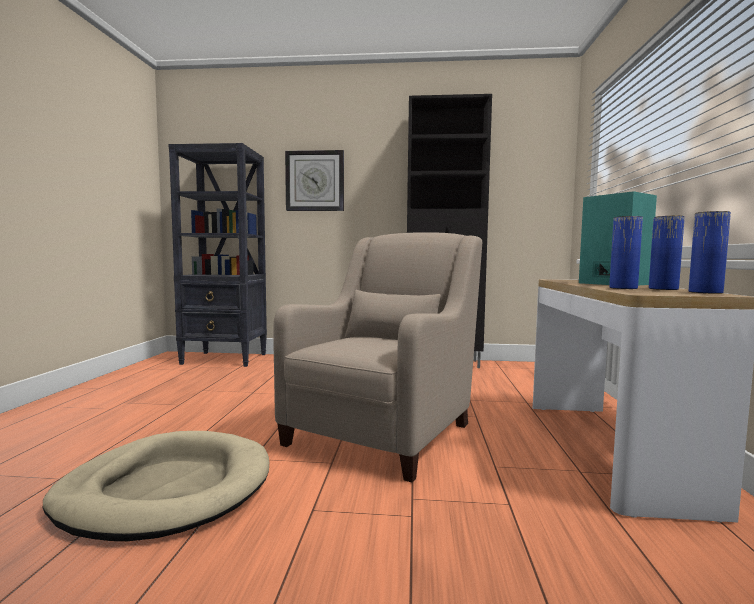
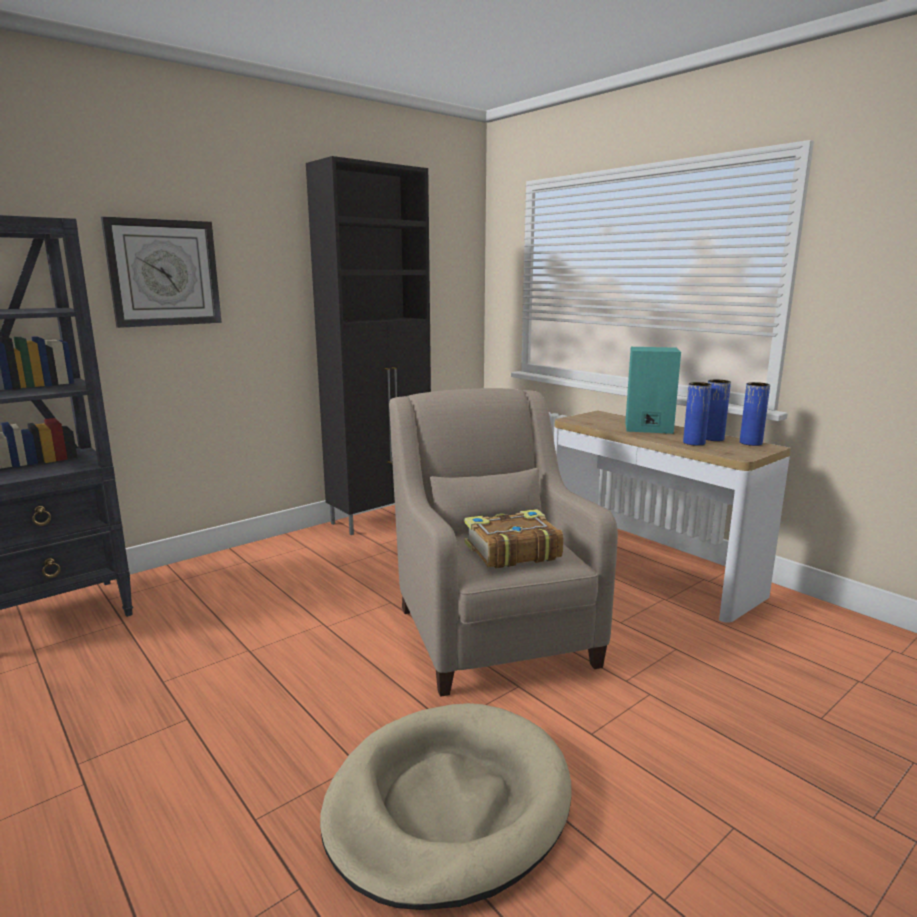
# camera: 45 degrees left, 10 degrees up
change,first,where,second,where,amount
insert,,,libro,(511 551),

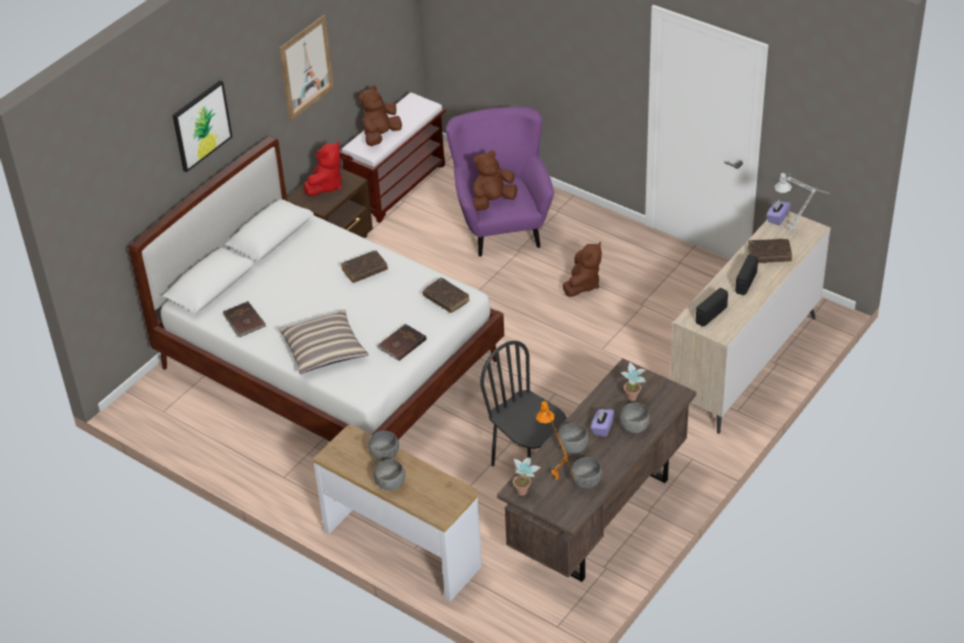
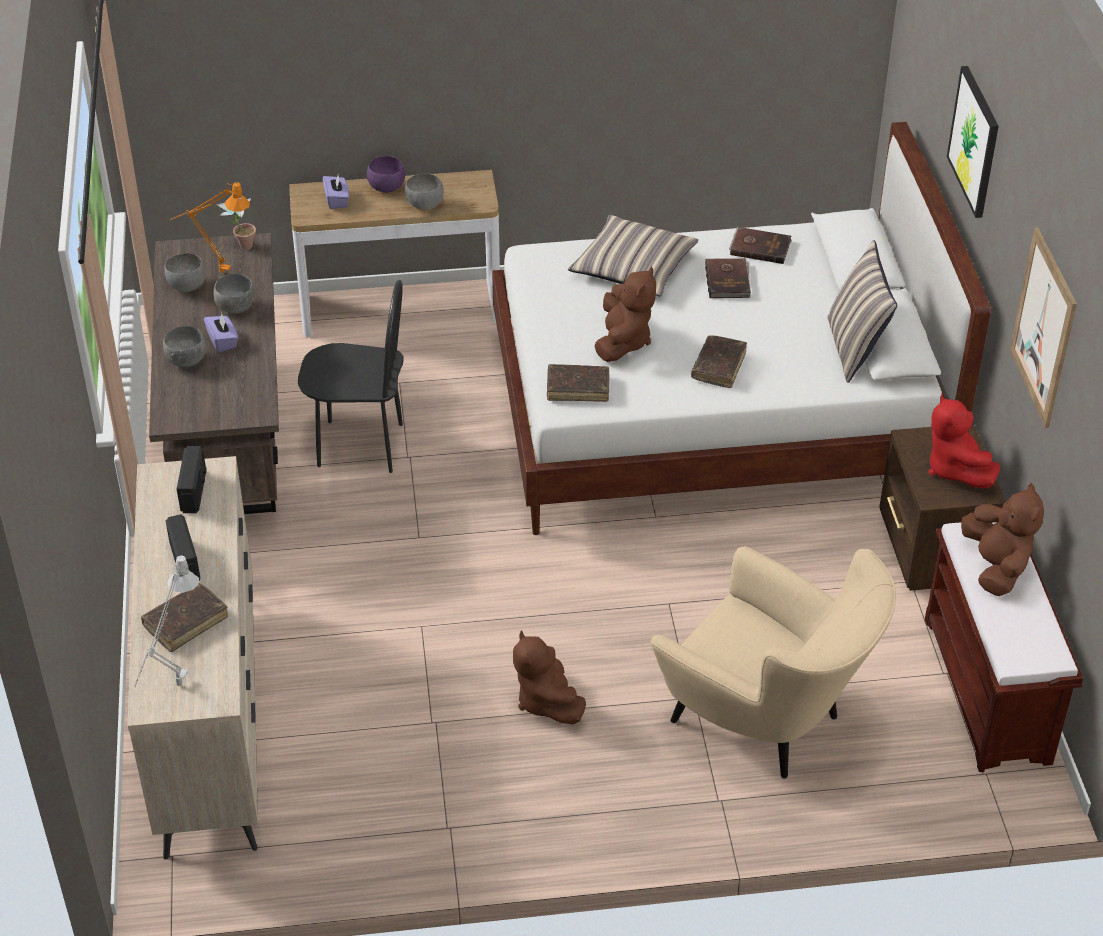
# camera: 135 degrees right, 0 degrees up
change,first,where,second,where,amount
recolor,cuenco (gris),(390 485),cuenco (morado),(386 187),
move,libro (marrón),(401 344),,(728 280),
recolor,sillón (morado),(501 225),sillón (beis),(767 723),
move,peluche (marrón),(493 201),,(623 342),
delete,planta en maceta,(633 400),,,
move,caja de pañuelos (morado),(777 218),,(337 200),
insert,,,cojín,(855 349),

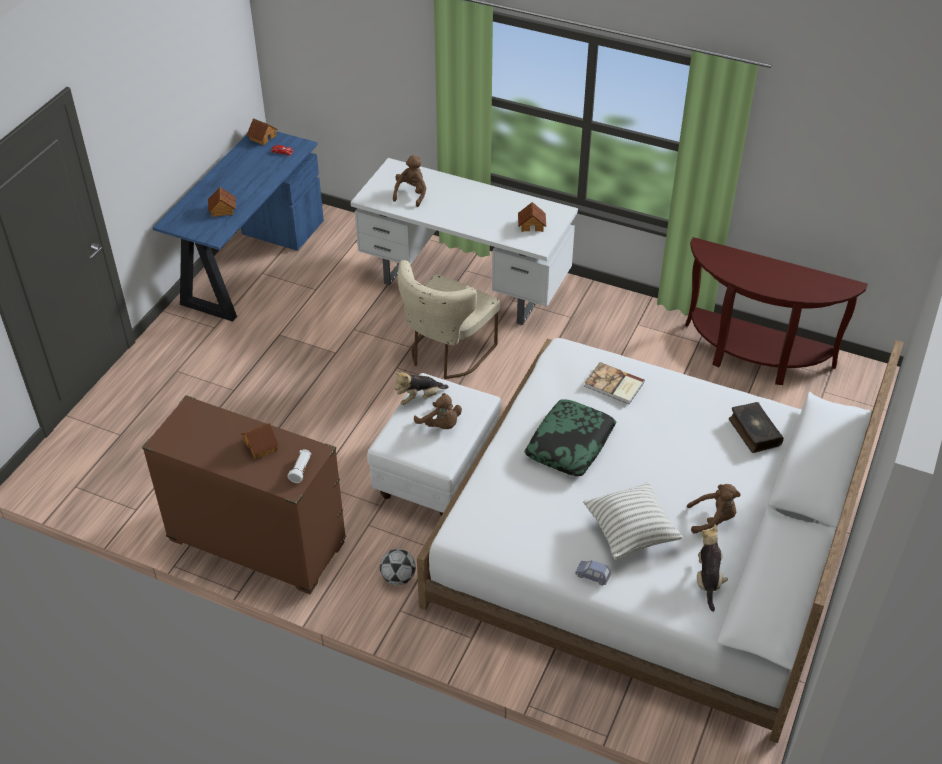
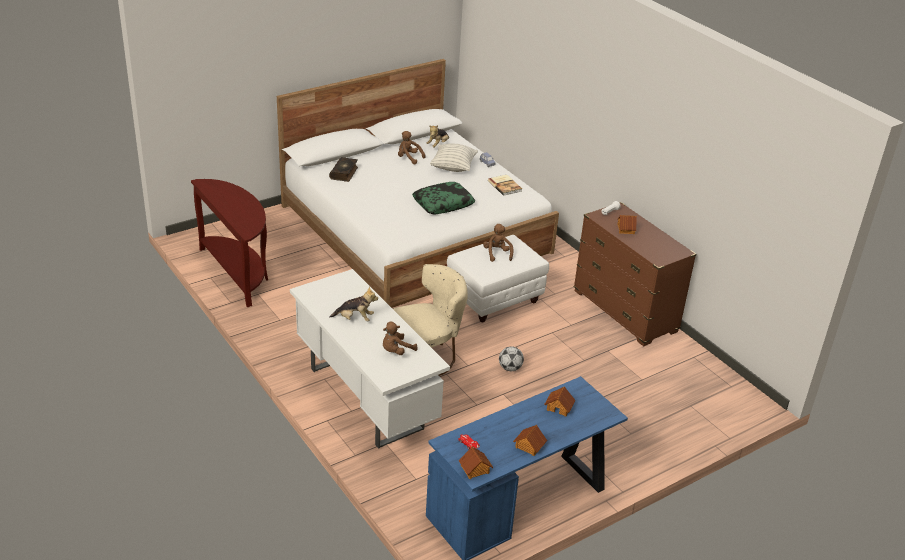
# camera: 150 degrees left, 10 degrees down
change,first,where,second,where,amount
move,balón de fútbol,(398 577),,(510 368),
move,peluche,(419 398),,(355 319),
move,casita,(532 225),,(529 446),
move,libro,(614 385),,(505 186),

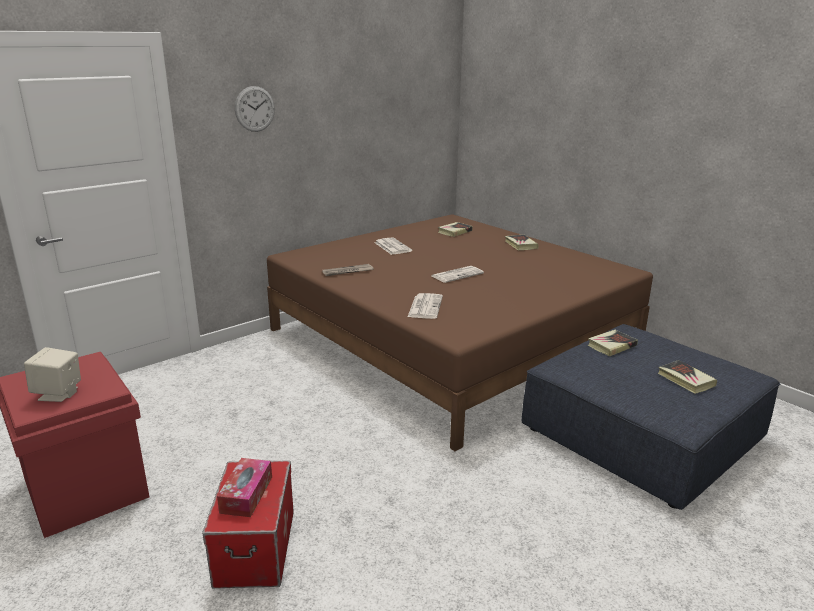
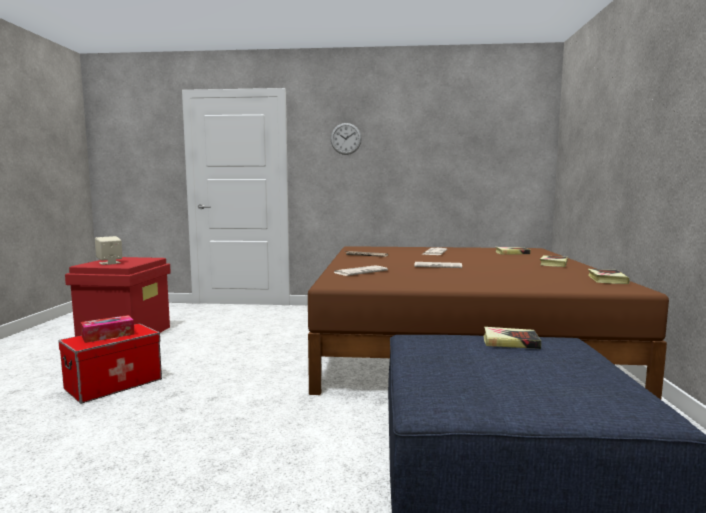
# camera: 45 degrees right, 15 degrees down
change,first,where,second,where,amount
move,libro,(685 380),,(606 279),

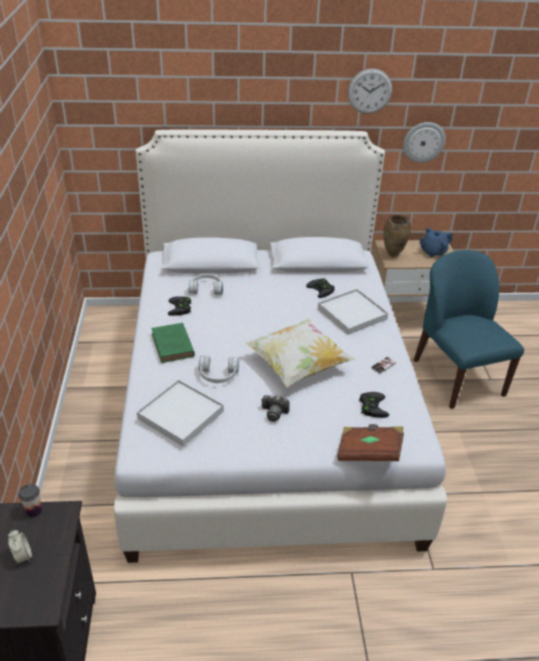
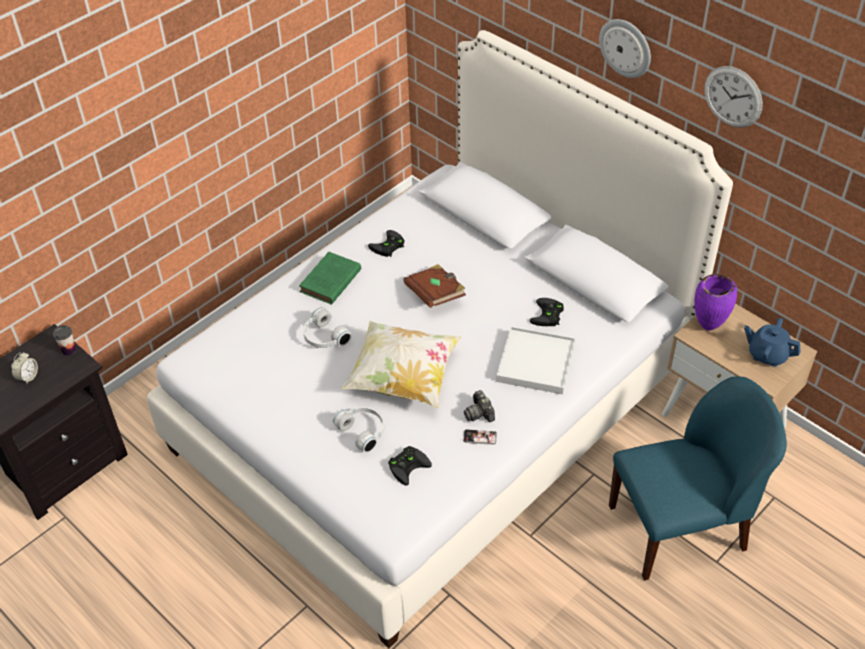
# camera: 50 degrees right, 10 degrees up
change,first,where,second,where,amount
delete,bandeja (blanco),(180 415),,,
move,auriculares (blanco),(206 289),,(363 431),
move,cámara,(274 413),,(479 413),
move,libro (marrón),(369 452),,(435 295),
recolor,florero (marrón),(393 255),florero (morado),(708 327),
move,reloj de pared,(423 142),,(626 47),
rotate,silla (azul),(456 376),,(679 527),45 degrees clockwise

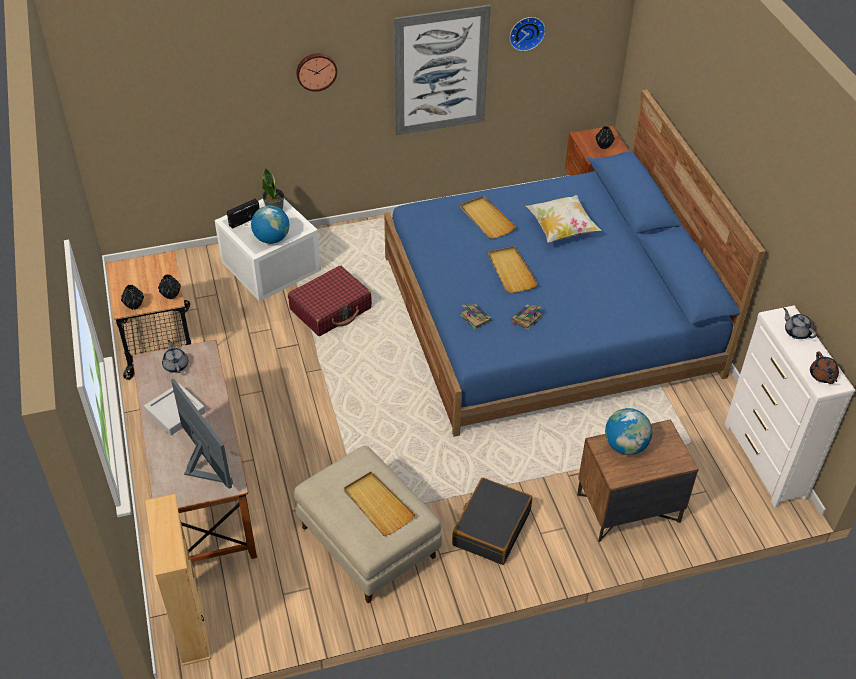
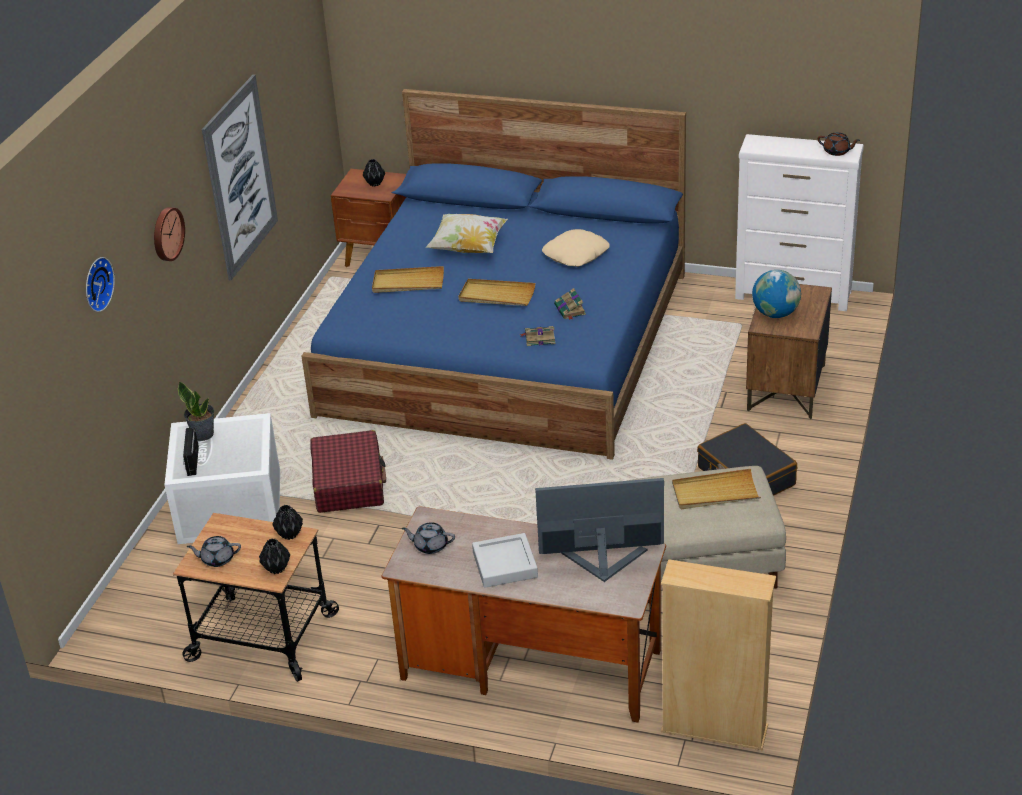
# camera: 55 degrees left, 10 degrees down
change,first,where,second,where,amount
delete,globo terráqueo,(272 238),,,
move,reloj de pared,(526 32),,(96 284),
move,tetera (gris),(796 332),,(217 559),
insert,,,cojín (beis),(576 254),

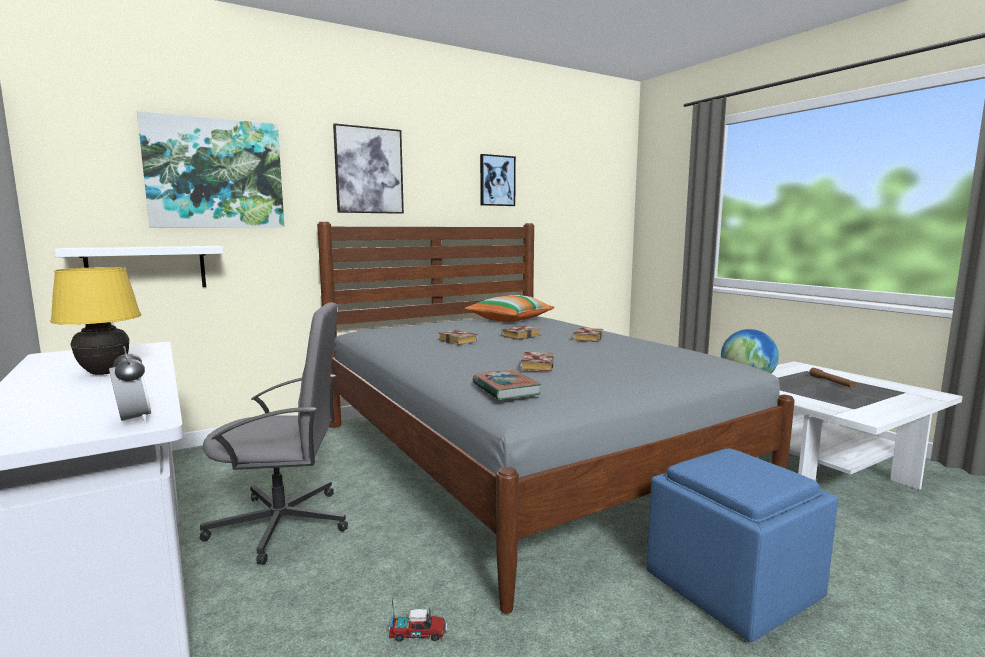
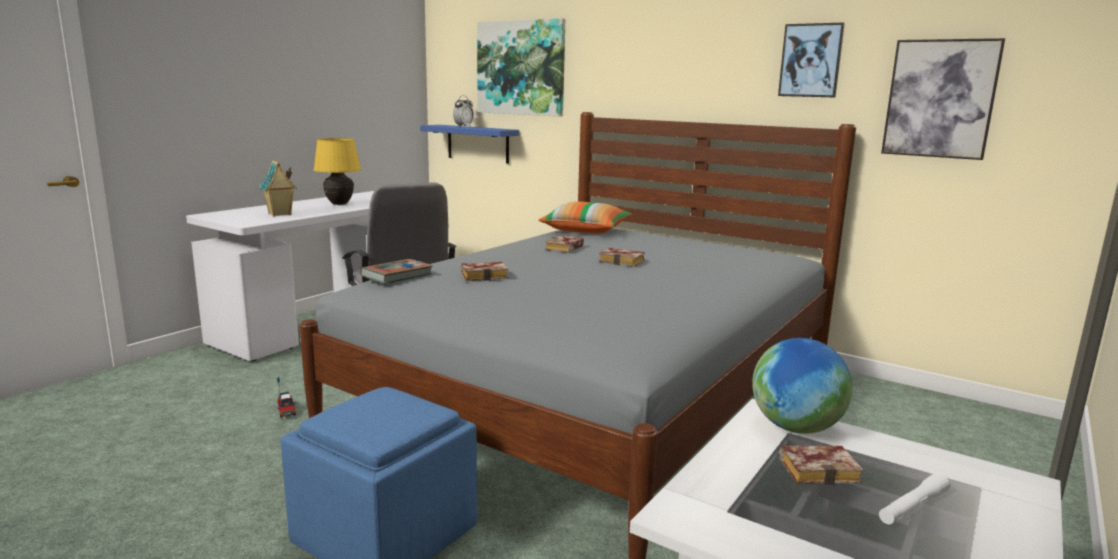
# camera: 65 degrees right, 5 degrees up
change,first,where,second,where,amount
recolor,estante (blanco),(147 268),estante (azul),(478 143),
move,despertador,(133 420),,(463 127),
move,cuadro,(369 170),,(940 99),
move,cojín,(509 320),,(585 231),
move,libro,(587 338),,(820 470),
recolor,linterna (marrón),(831 382),linterna (blanco),(912 507),
insert,,,casita,(280 214),

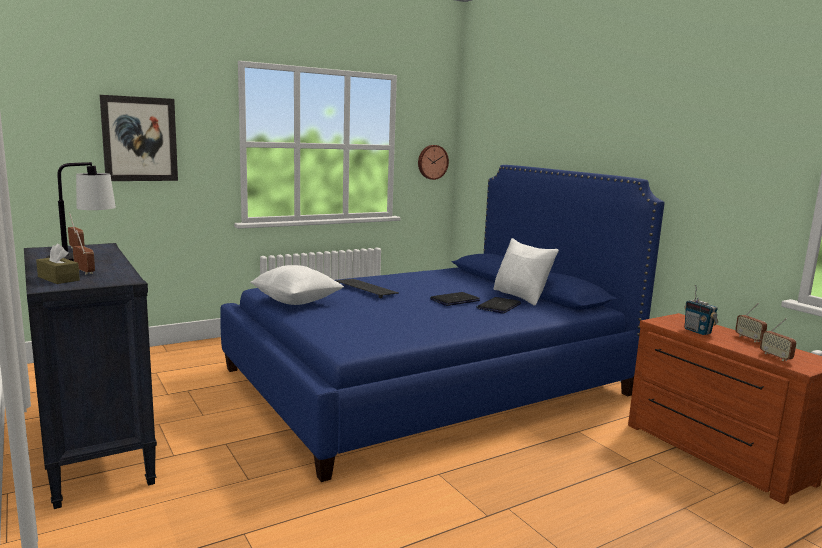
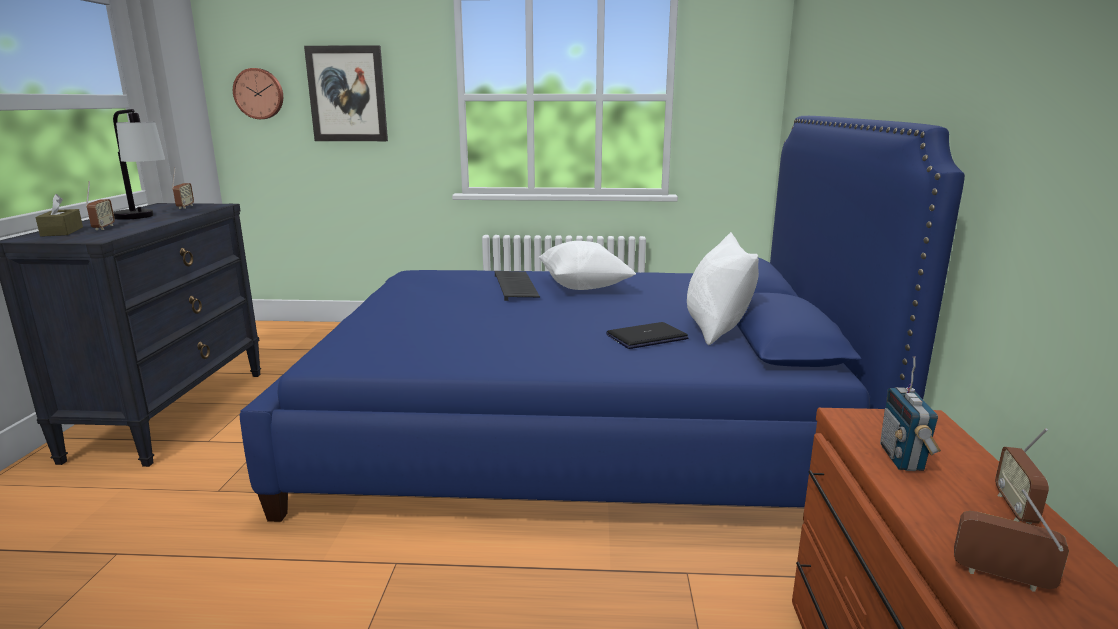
# camera: 35 degrees right, 5 degrees up
change,first,where,second,where,amount
move,cojín (blanco),(296 302),,(583 287),
move,reloj de pared,(432 162),,(259 94),
delete,portátil,(455 300),,,
rotate,radio,(775 357),,(1001 578),105 degrees clockwise

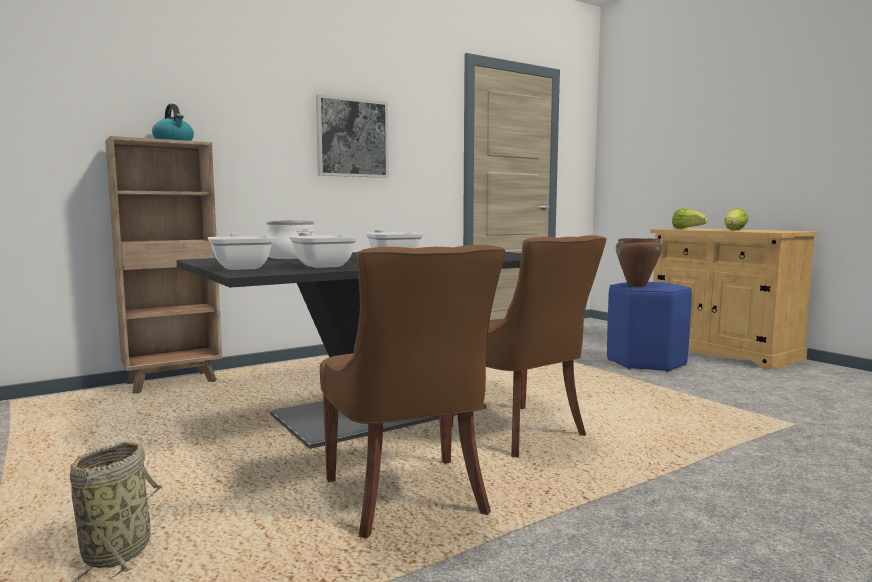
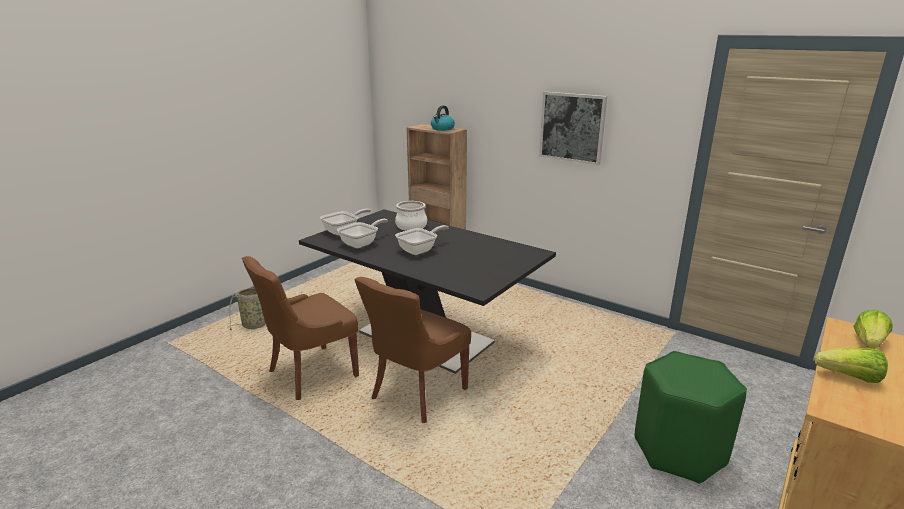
# camera: 70 degrees right, 15 degrees up
change,first,where,second,where,amount
recolor,taburete (azul),(645 362),taburete (verde),(679 450),
delete,olla (marrón),(636 285),,,

